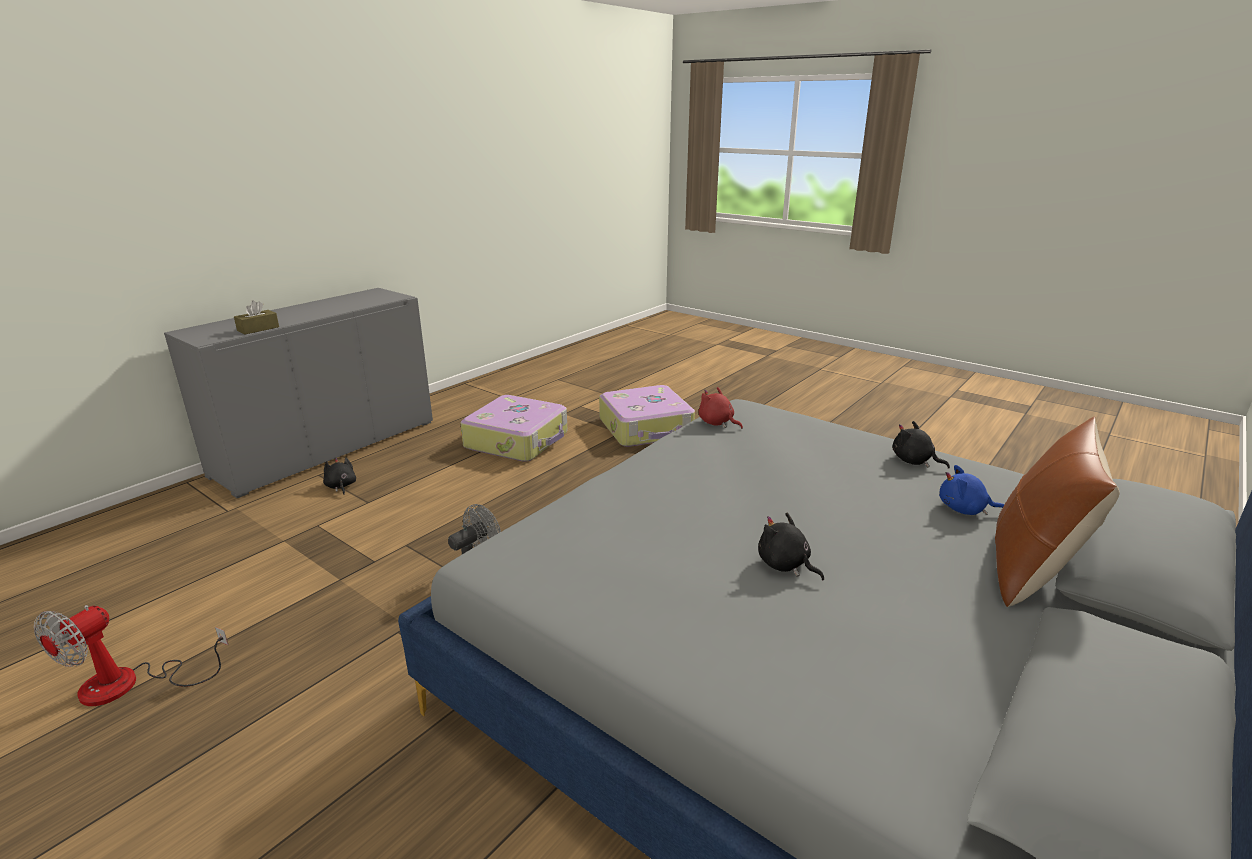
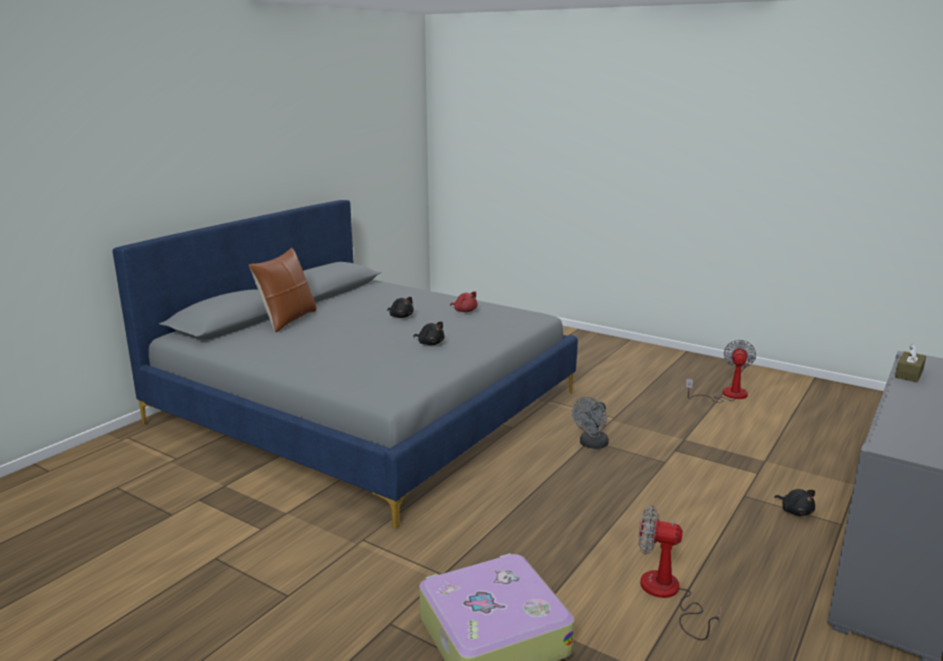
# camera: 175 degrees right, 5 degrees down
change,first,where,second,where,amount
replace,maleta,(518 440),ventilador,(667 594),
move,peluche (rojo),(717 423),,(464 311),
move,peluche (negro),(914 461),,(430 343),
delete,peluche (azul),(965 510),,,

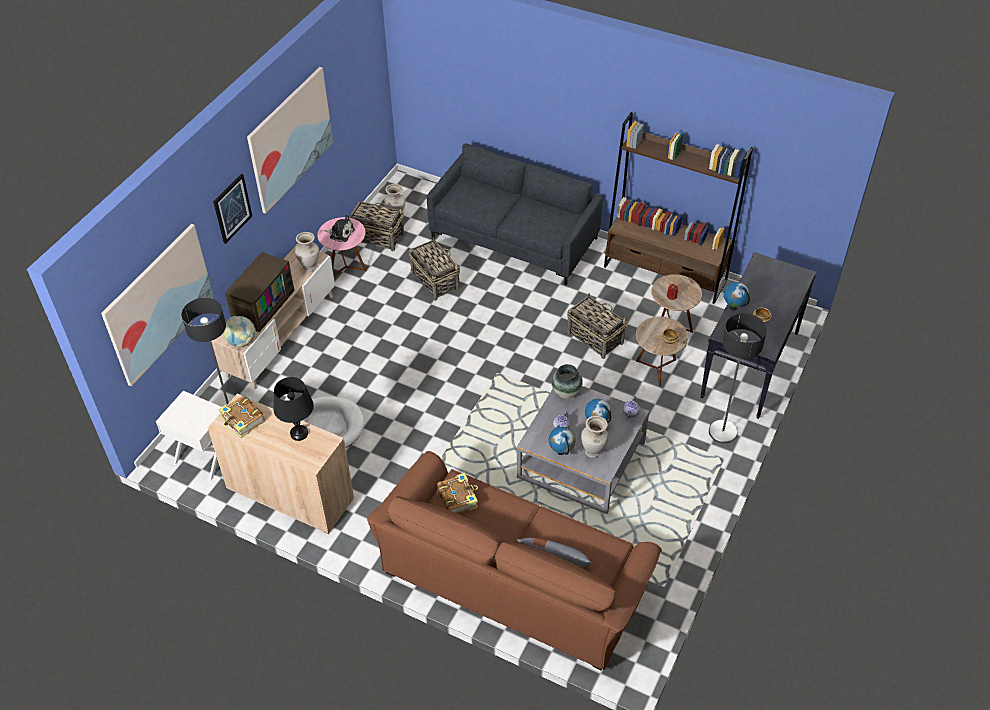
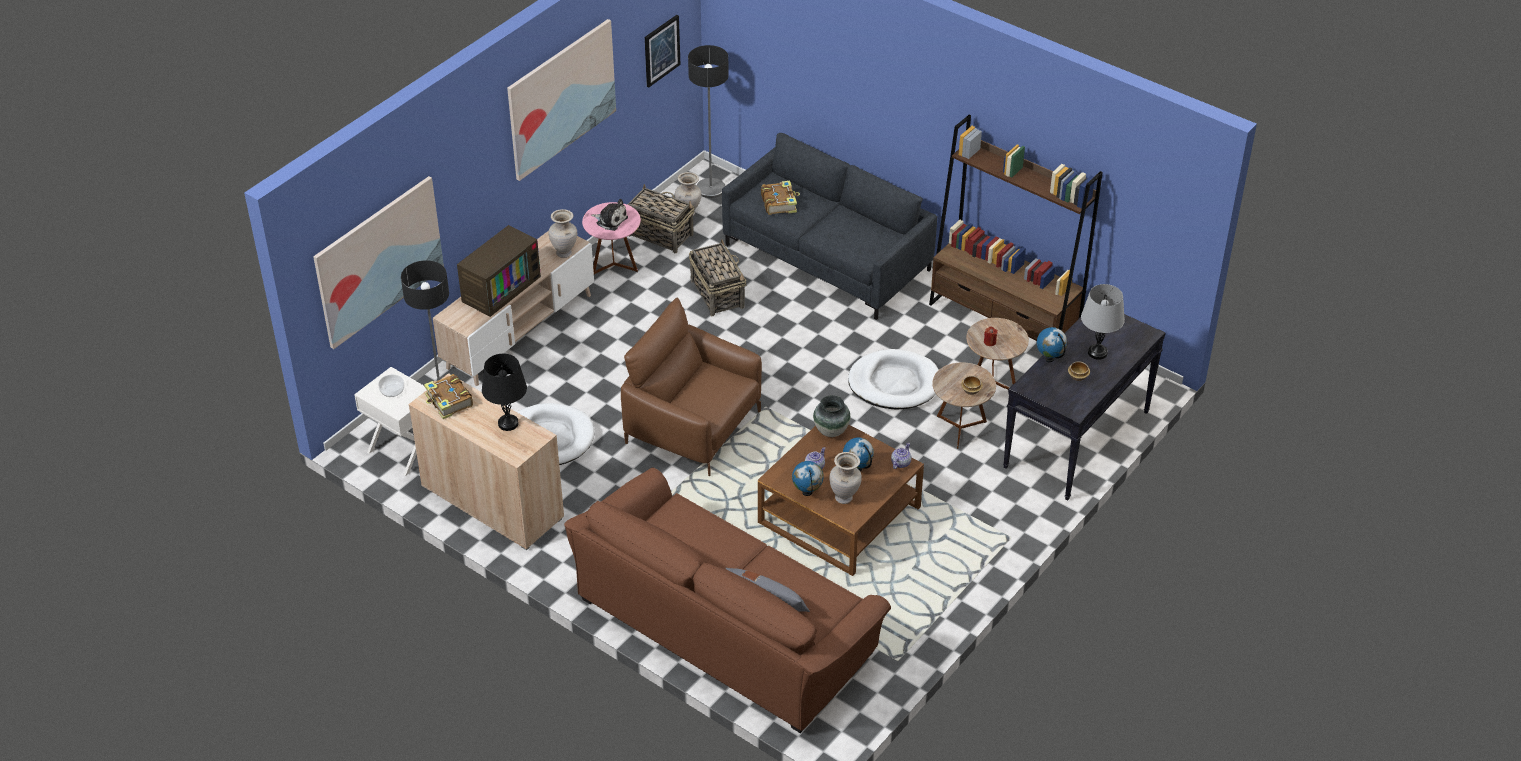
# camera: 10 degrees right, 5 degrees down
change,first,where,second,where,amount
move,cuadro,(232 208),,(661 50),
delete,globo terráqueo,(241 341),,,
move,libro,(458 498),,(779 203),
recolor,mesa de centro (gris),(581 460),mesa de centro (marrón),(839 515),
replace,cesta,(594 337),cama para perro (blanco),(894 383),
move,lámpara de pie,(723 432),,(711 188),
insert,,,cuenco,(392 391),
insert,,,sillón (marrón),(693 427),
insert,,,lámpara de mesa (gris),(1097 353),

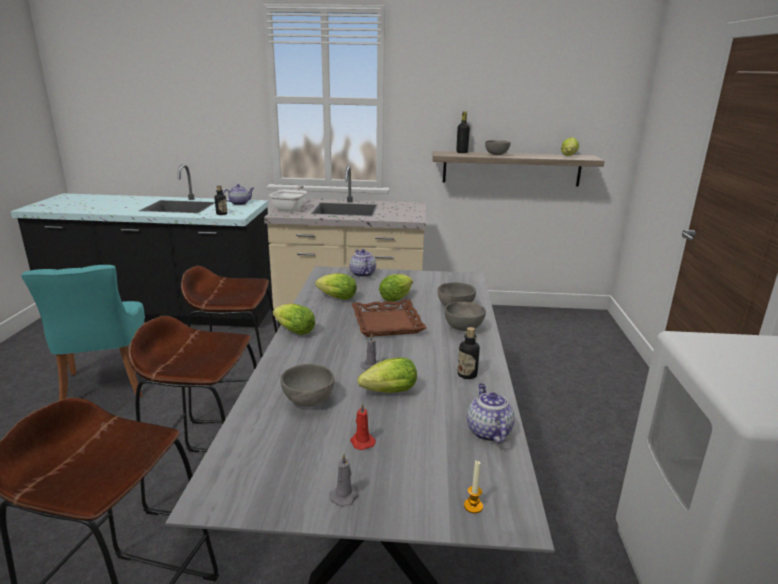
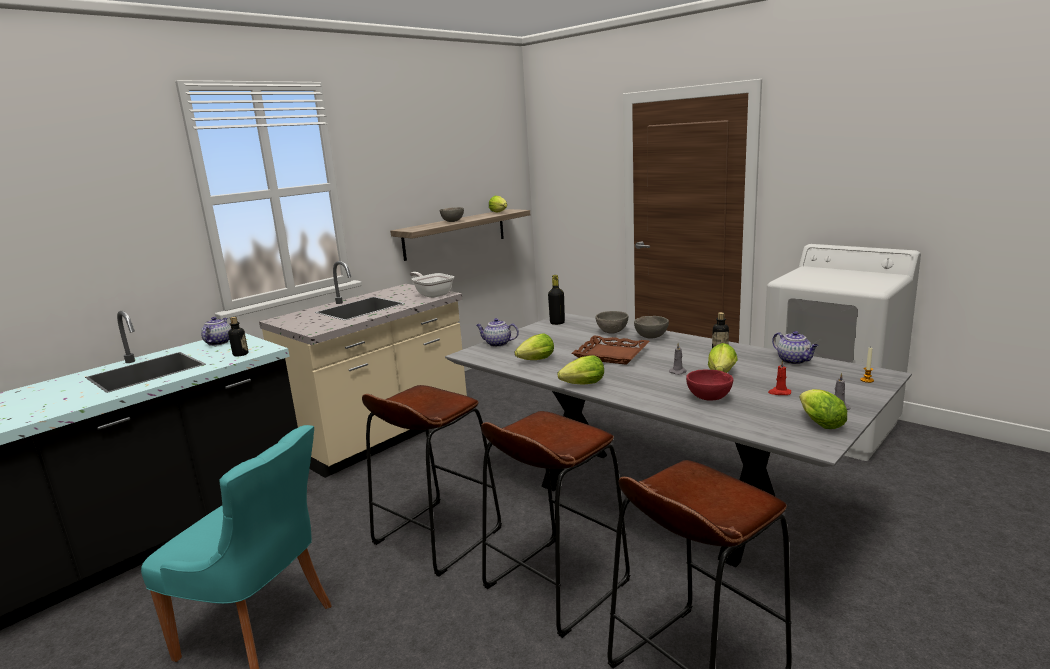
# camera: 50 degrees left, 5 degrees down
change,first,where,second,where,amount
move,sartén,(291 208),,(432 294),
recolor,cuenco (gris),(308 401),cuenco (rojo),(709 398),
move,lechuga,(397 298),,(818 422),
move,botella (negro),(462 152),,(557 323),
rotate,tetera,(488 431),,(794 361),150 degrees counterclockwise

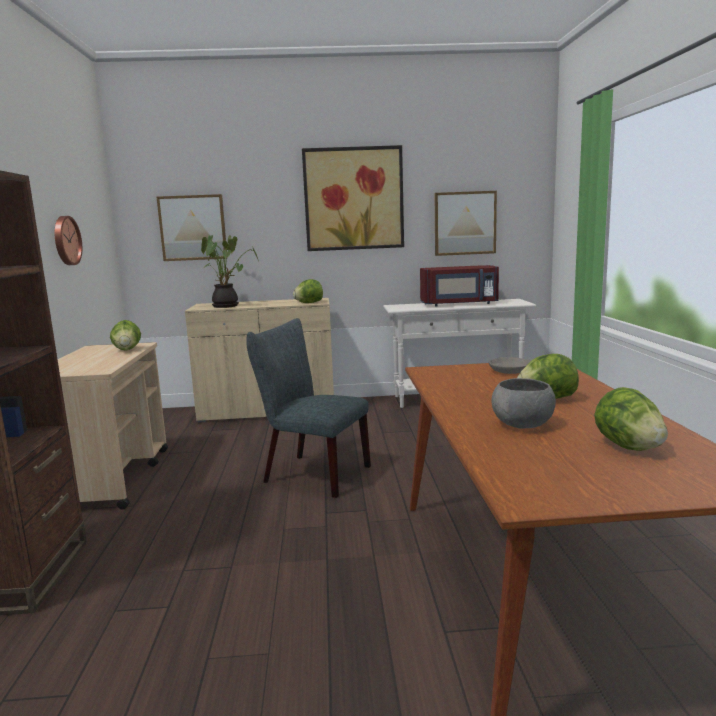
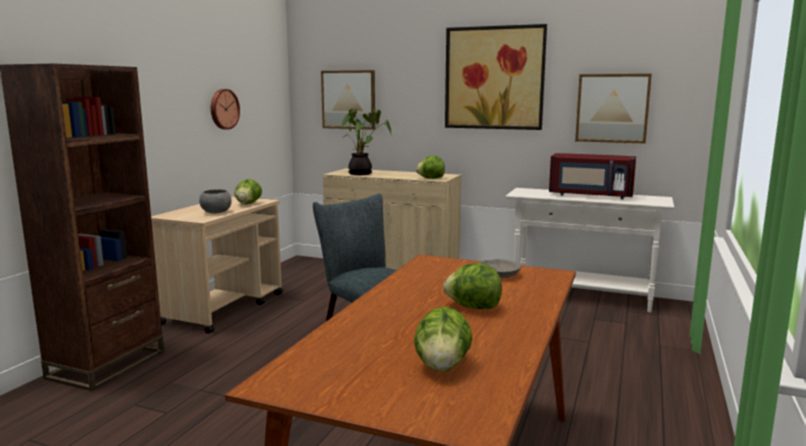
# camera: 25 degrees right, 0 degrees up
change,first,where,second,where,amount
move,cuenco (gris),(521 424),,(216 212),

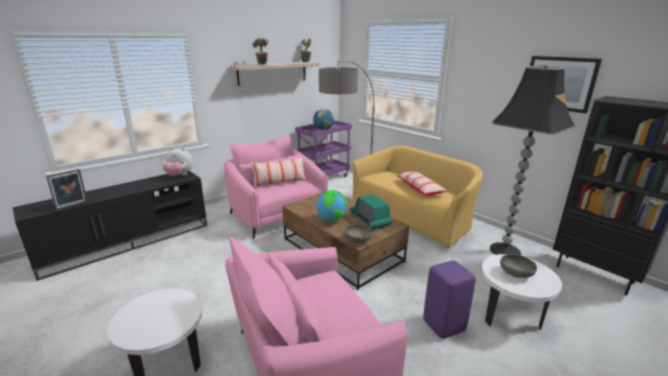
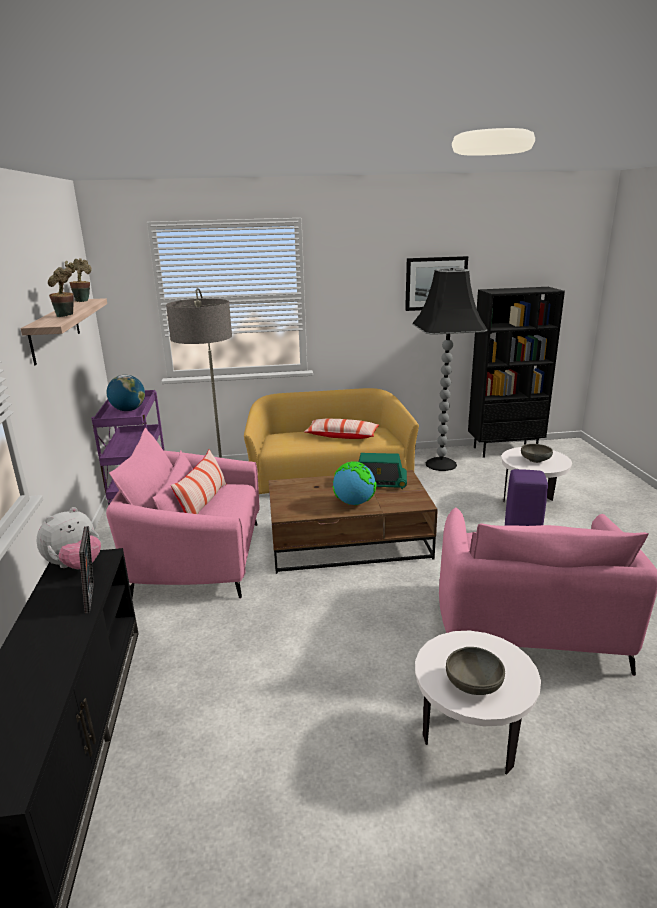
# camera: 55 degrees left, 0 degrees up
change,first,where,second,where,amount
move,portarretratos,(72 206),,(93 597),
move,cuenco (gris),(358 240),,(474 684),

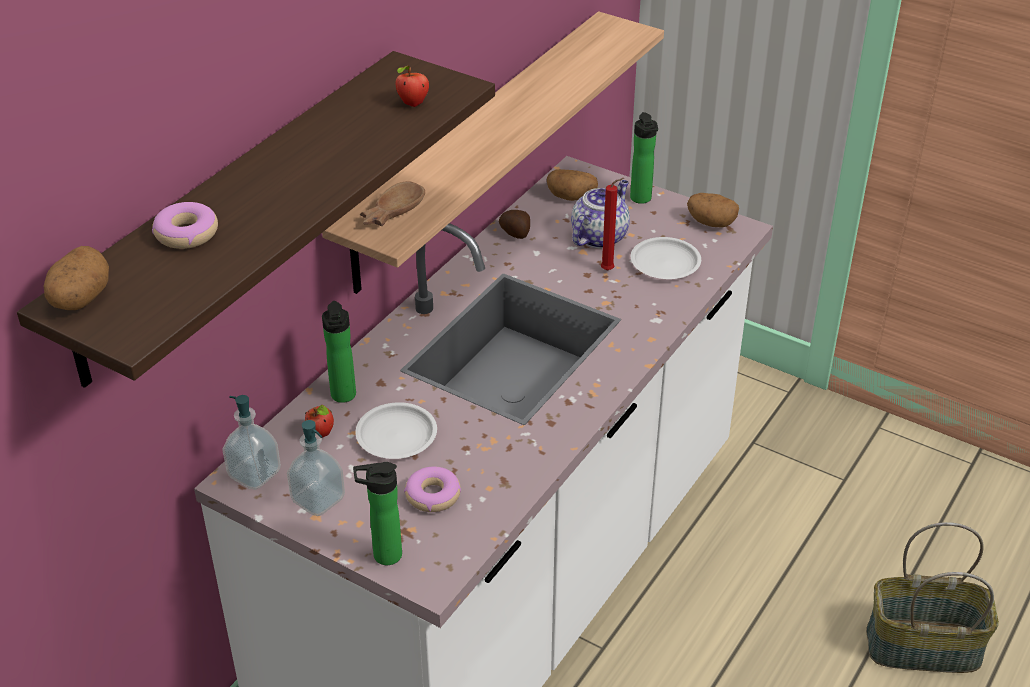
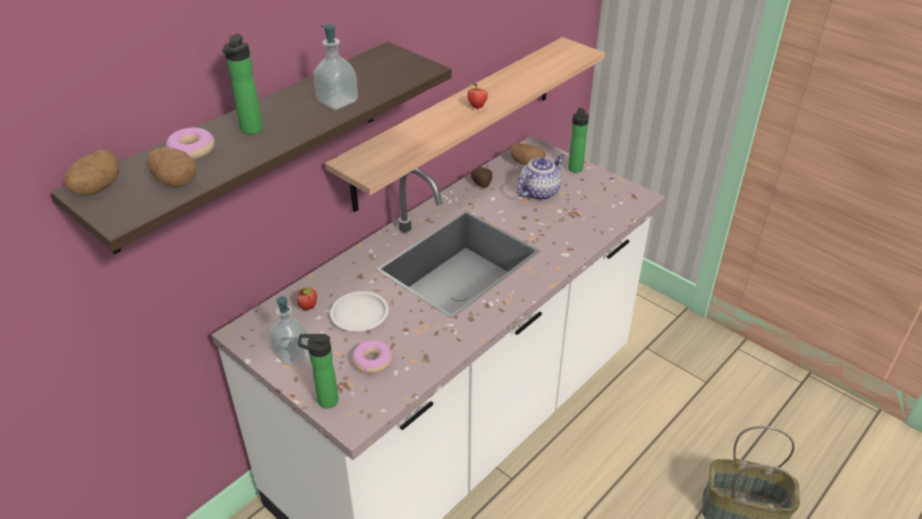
# camera: 10 degrees right, 0 degrees up
change,first,where,second,where,amount
move,dispensador de jabón,(254 474),,(337 101),
move,botella,(343 397),,(250 131),
delete,cuenco (marrón),(390 212),,,
move,manzana,(413 104),,(477 107),
delete,vela (rojo),(609 270),,,
delete,plato (blanco),(664 263),,,
move,patata,(711 222),,(175 181),

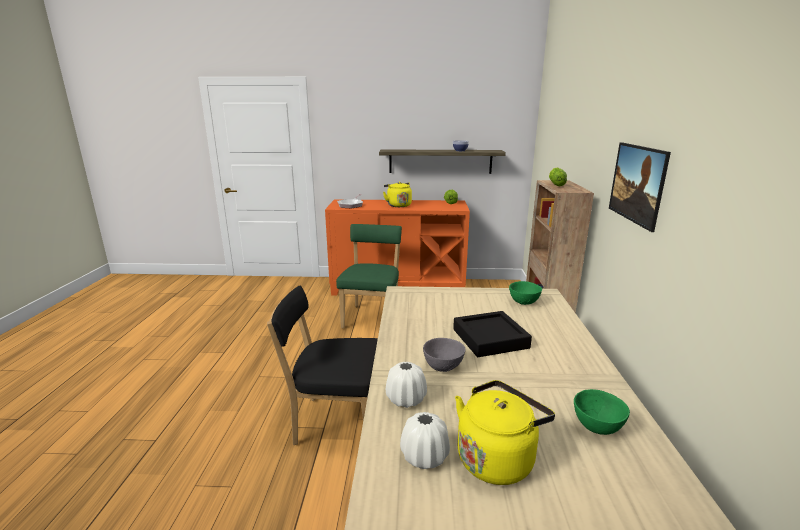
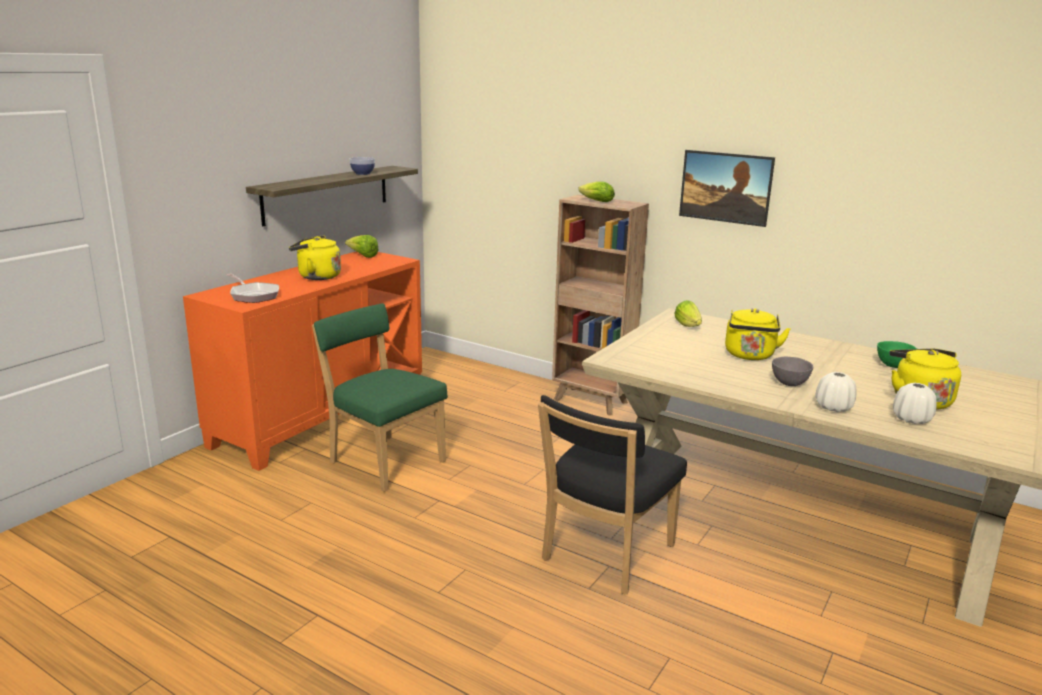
# camera: 60 degrees left, 0 degrees up
change,first,where,second,where,amount
replace,bandeja (negro),(490 338),hervidor (amarillo),(750 356),
replace,cuenco (verde),(524 303),lechuga,(688 326),

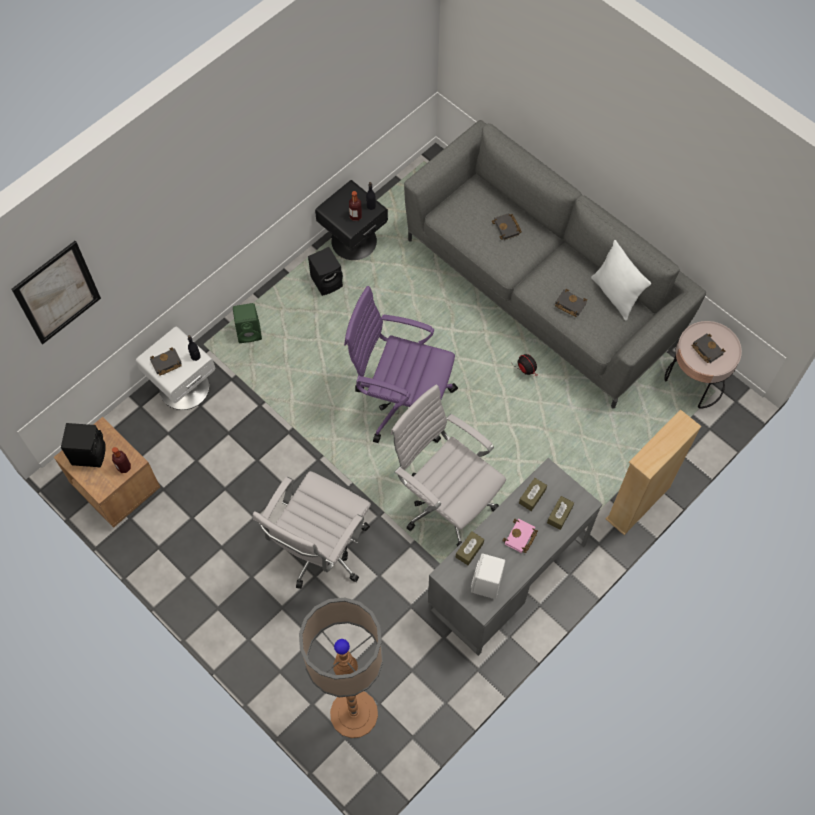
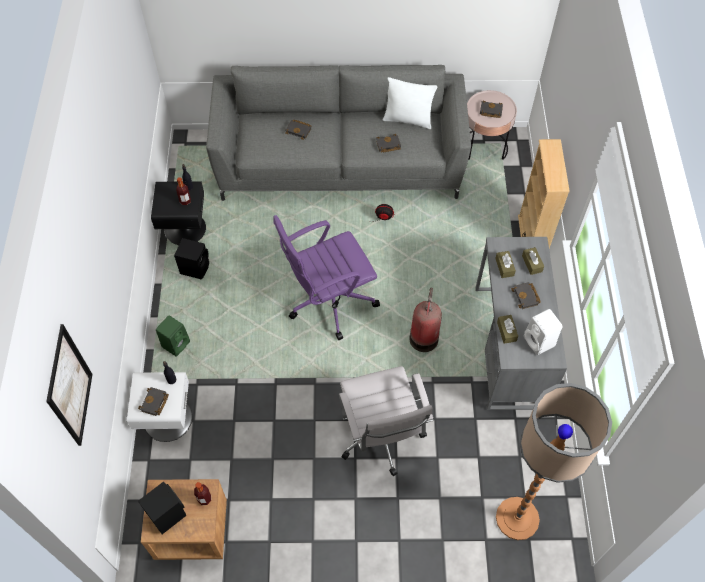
# camera: 45 degrees left, 5 degrees down
change,first,where,second,where,amount
replace,silla de oficina (blanco),(445 502),extintor,(424 337),
recolor,libro (rosa),(520 538),libro (negro),(526 297),

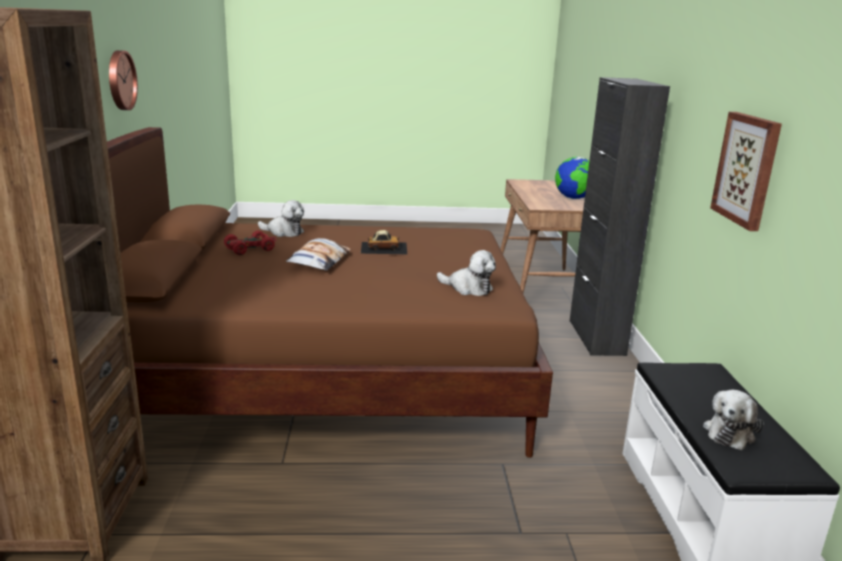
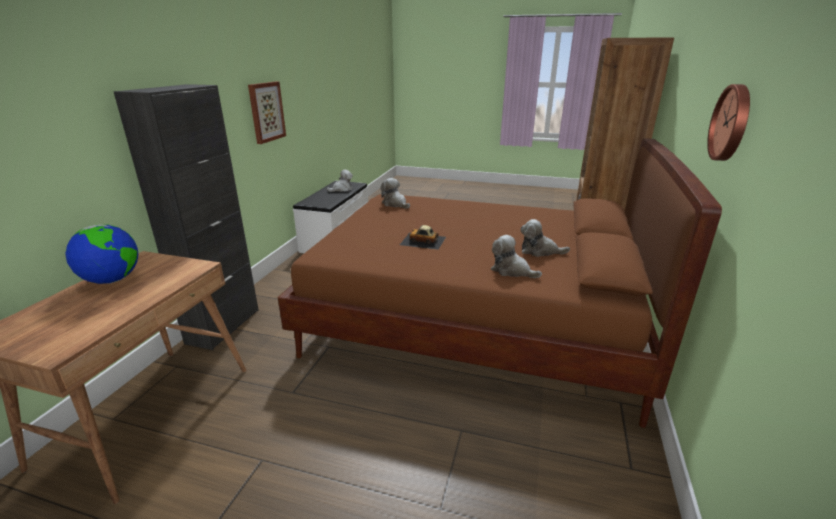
# camera: 160 degrees left, 5 degrees up
change,first,where,second,where,amount
replace,coche de juguete (rojo),(250 248),peluche,(539 251),
delete,cojín,(319 261),,,

